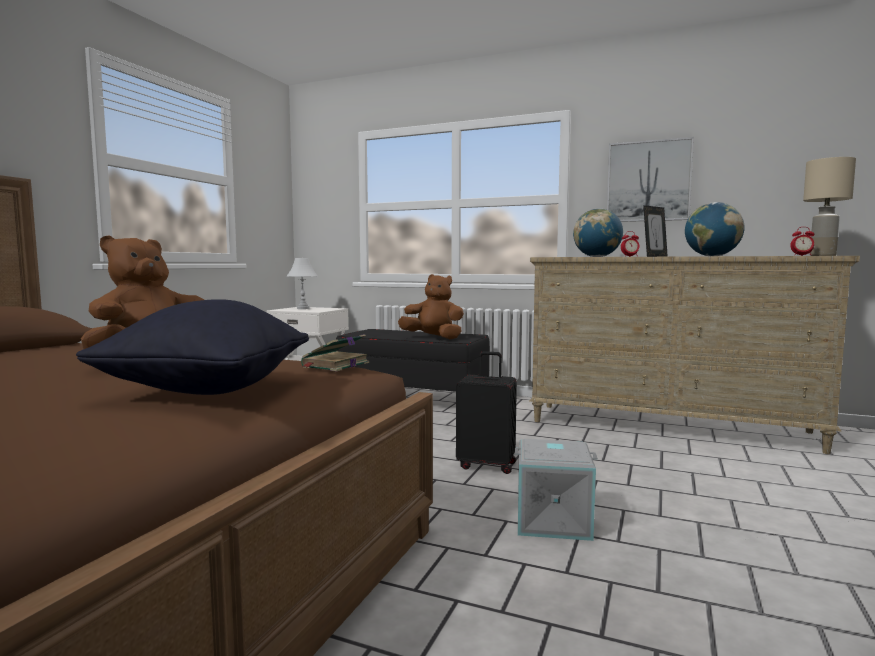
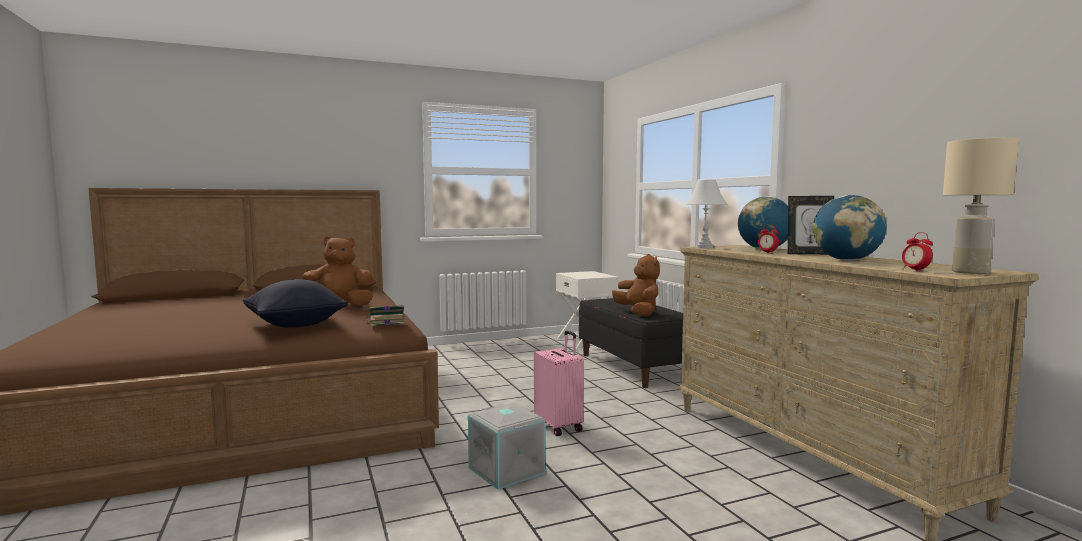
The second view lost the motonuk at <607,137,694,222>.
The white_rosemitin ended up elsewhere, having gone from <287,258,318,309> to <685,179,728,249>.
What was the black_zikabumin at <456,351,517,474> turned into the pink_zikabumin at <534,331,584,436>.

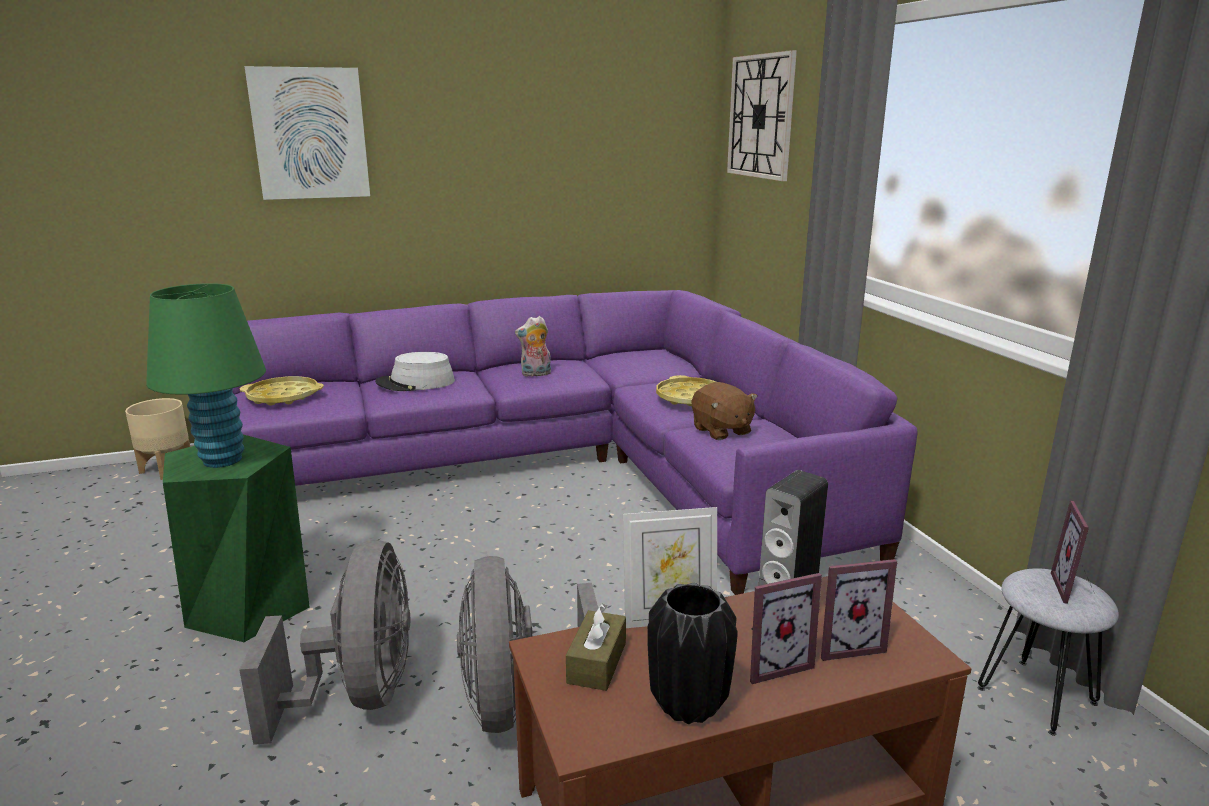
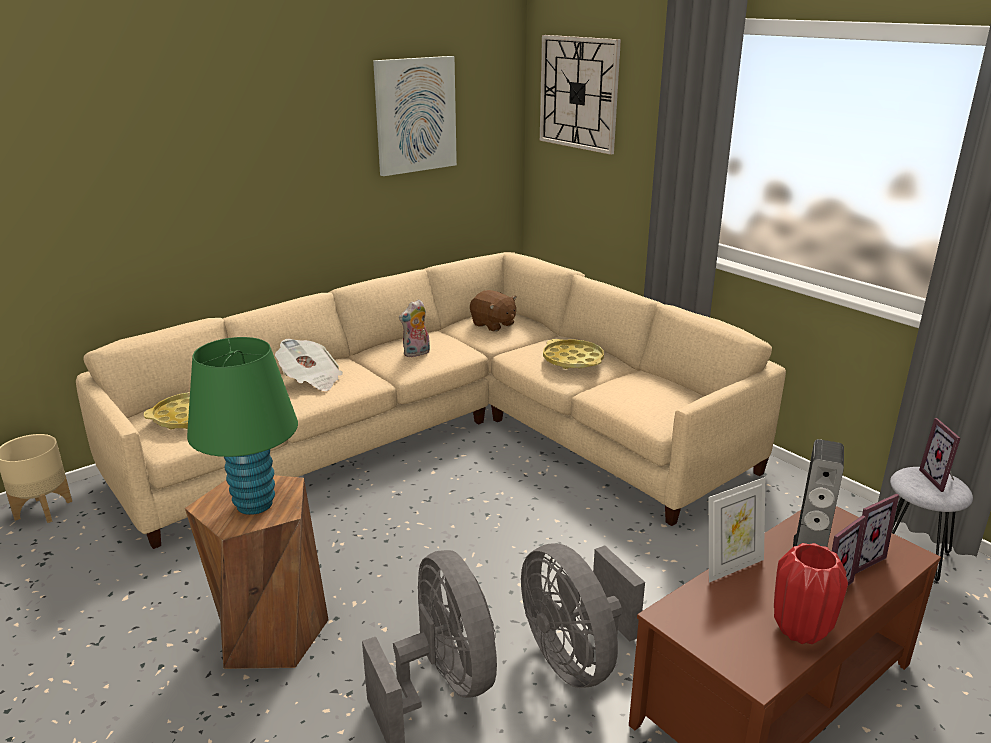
The motonuk ended up elsewhere, having gone from <245,66,370,200> to <373,56,457,176>.
What was the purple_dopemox at <233,290,918,595> turned into the beige_dopemox at <76,252,786,549>.
Where the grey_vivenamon stood at <375,352,455,391>, the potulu came to stand at <275,339,343,391>.
The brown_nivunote ended up elsewhere, having gone from <692,382,758,440> to <470,290,517,332>.
What was the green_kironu at <163,434,310,642> turned into the brown_kironu at <185,475,329,669>.
What was the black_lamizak at <647,583,738,724> turned into the red_lamizak at <774,543,848,644>.
The second view lost the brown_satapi at <566,604,626,691>.

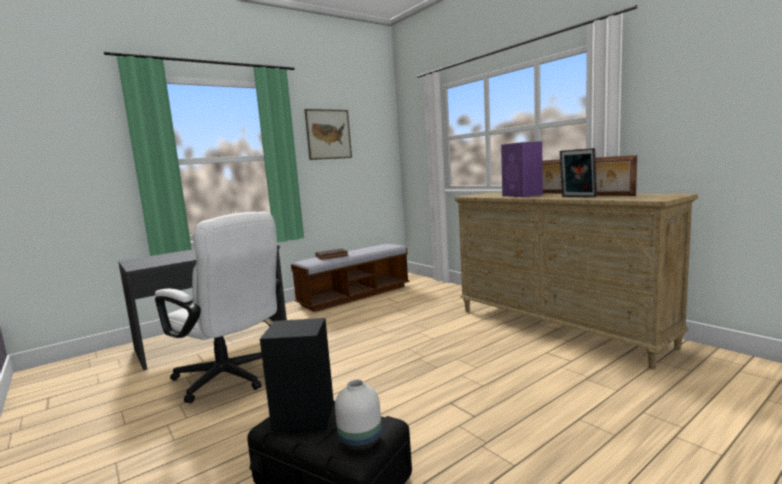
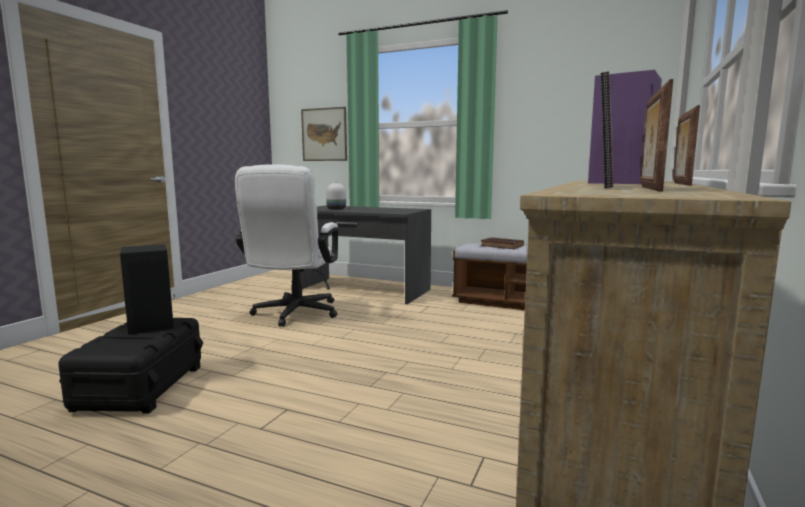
The motonuk ended up elsewhere, having gone from <304,109,352,160> to <301,107,347,161>.
The white_lamizak ended up elsewhere, having gone from <335,379,382,451> to <326,181,346,210>.

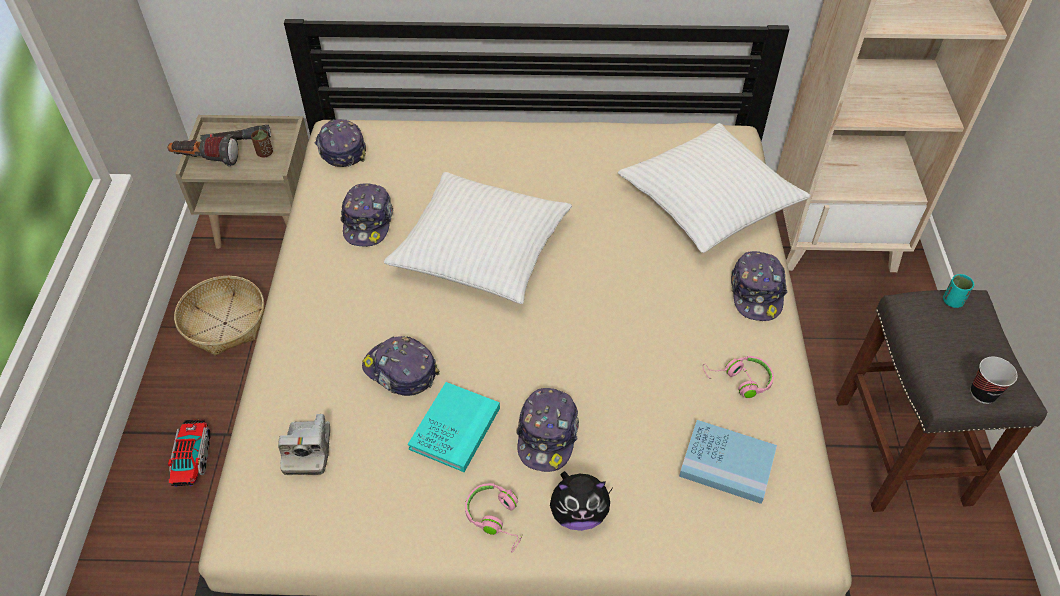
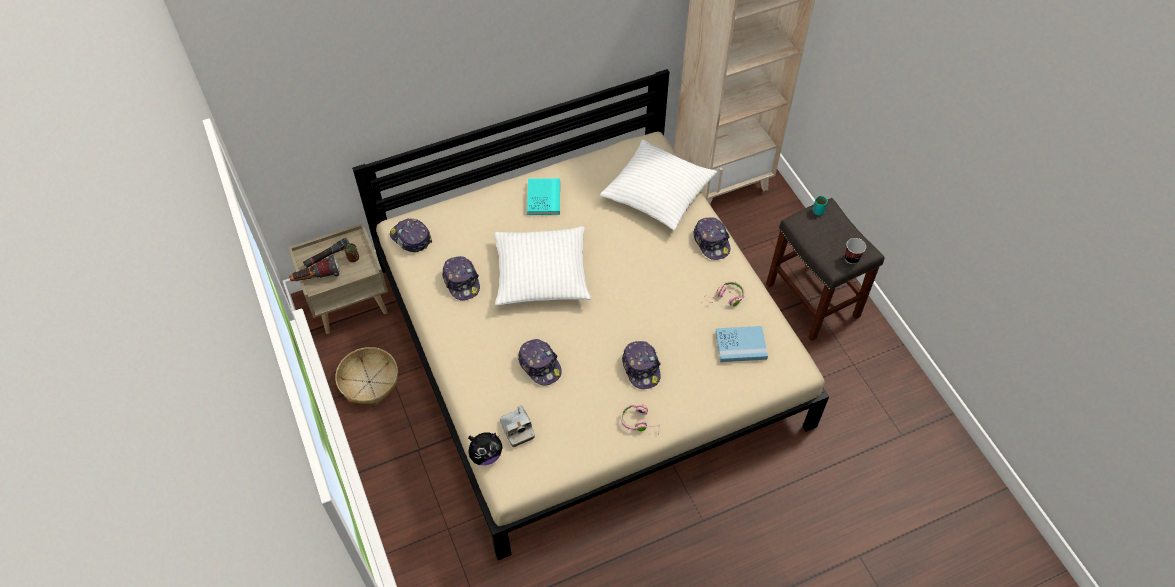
The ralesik at <362,336,440,396> ended up facing another way, 135 degrees counterclockwise from before.
The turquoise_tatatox ended up elsewhere, having gone from <408,382,500,472> to <527,178,560,215>.
The second view lost the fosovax at <168,419,211,486>.
The nivunote ended up elsewhere, having gone from <550,471,612,531> to <468,432,503,465>.

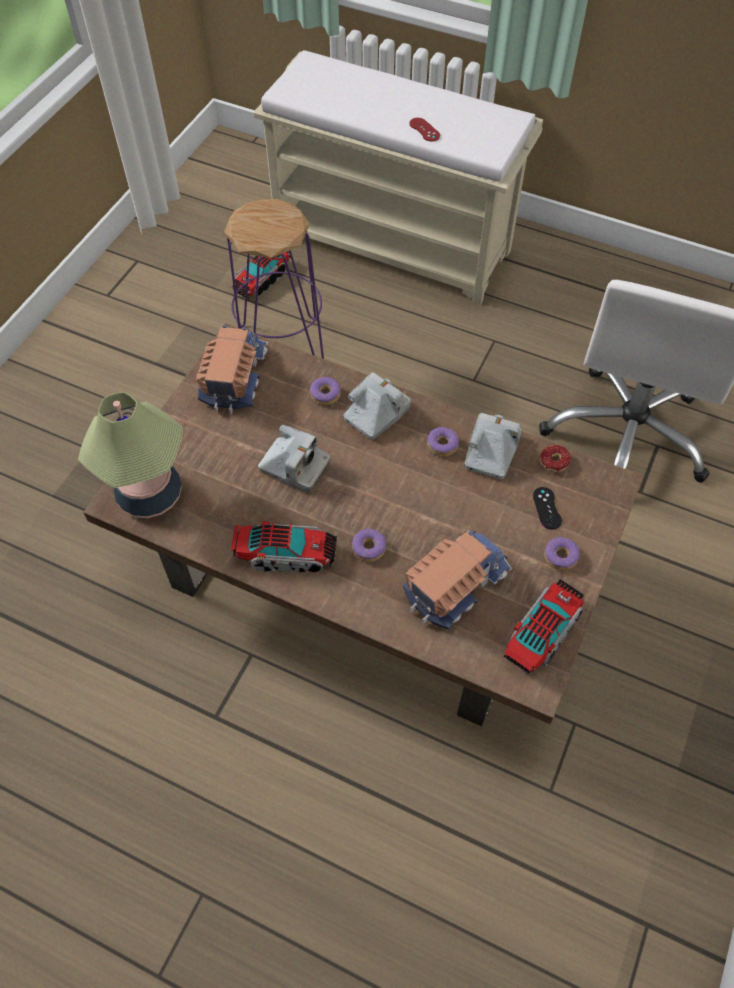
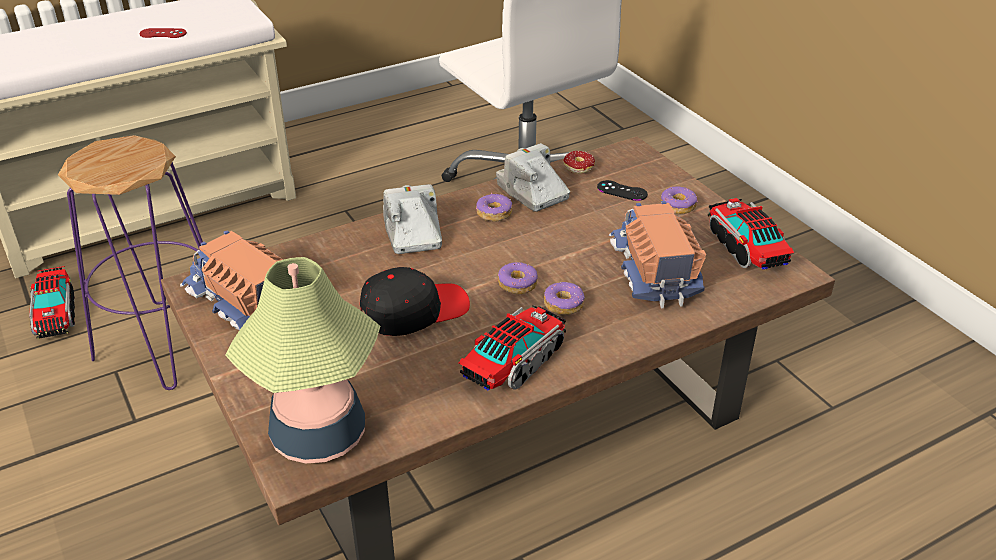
The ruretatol ended up elsewhere, having gone from <310,377,341,405> to <498,262,538,294>.
Where the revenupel stood at <258,424,331,493>, the black_ralesik came to stand at <360,267,470,336>.

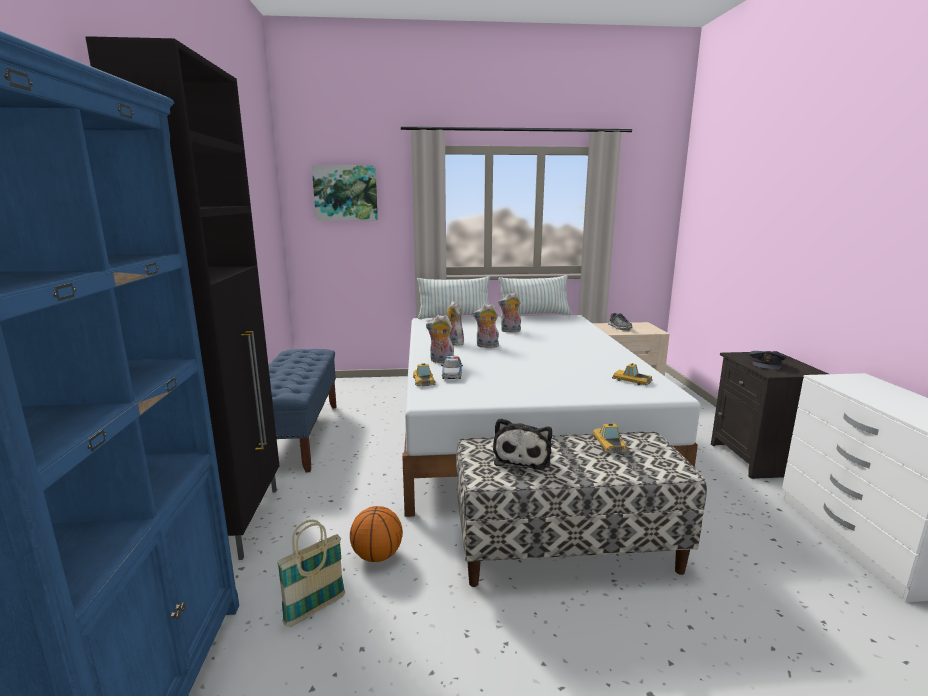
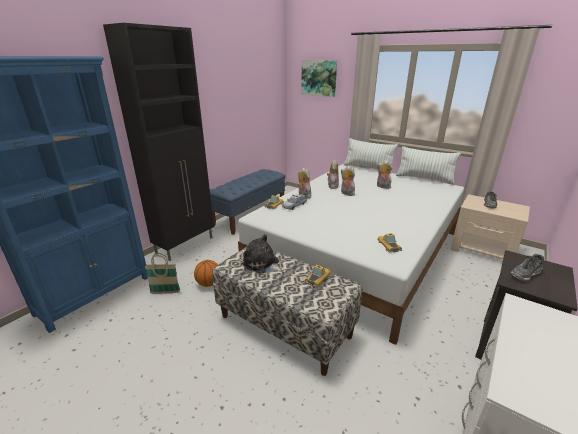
Where the grey_ralesik stood at <749,351,786,370>, the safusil came to stand at <511,254,544,281>.
The nivunote at <493,418,552,470> ended up facing another way, 75 degrees clockwise from before.

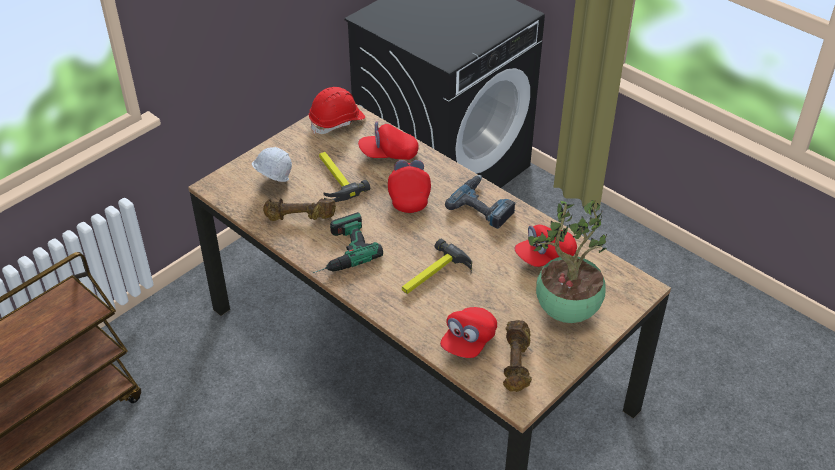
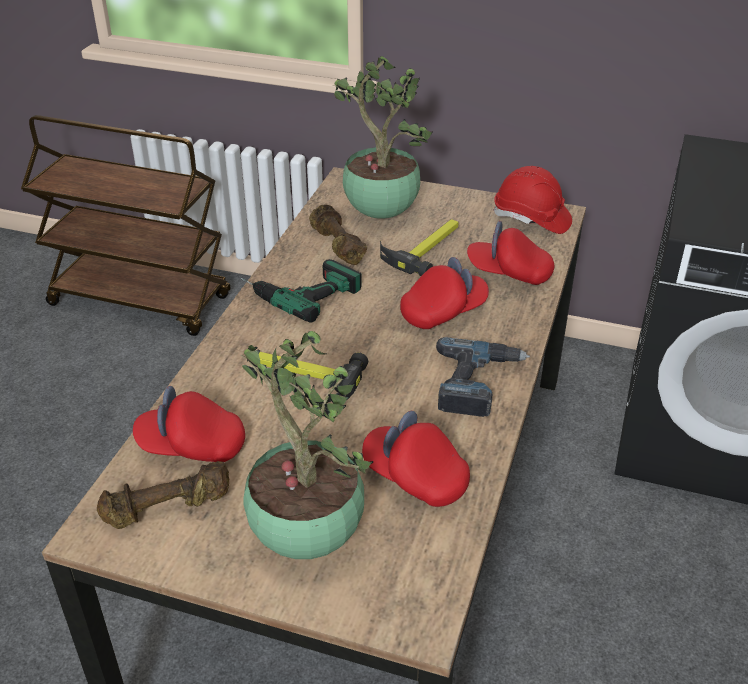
The red_ralesik at <358,121,419,160> ended up facing another way, 45 degrees counterclockwise from before.
Where the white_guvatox stood at <252,147,292,182>, the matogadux came to stand at <333,56,433,219>.

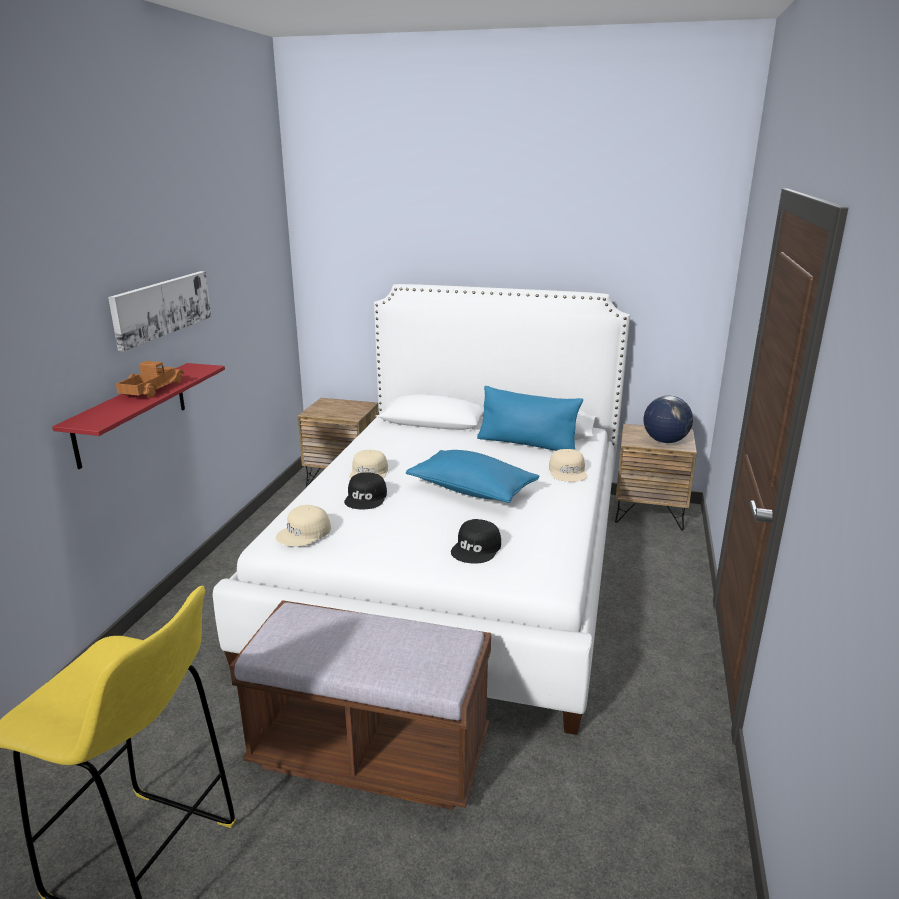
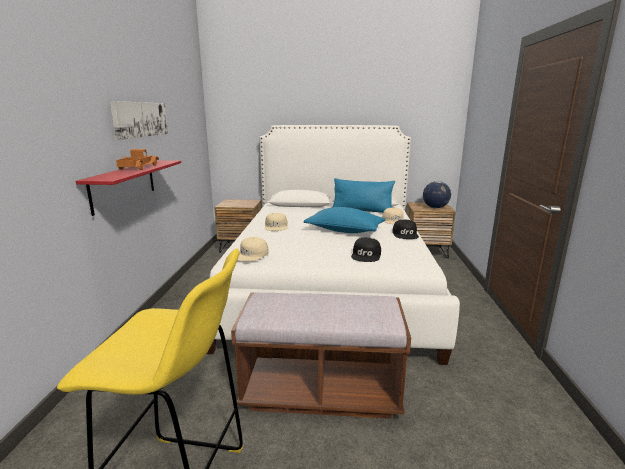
The black_ralesik ended up elsewhere, having gone from <344,472,387,509> to <392,220,419,239>.

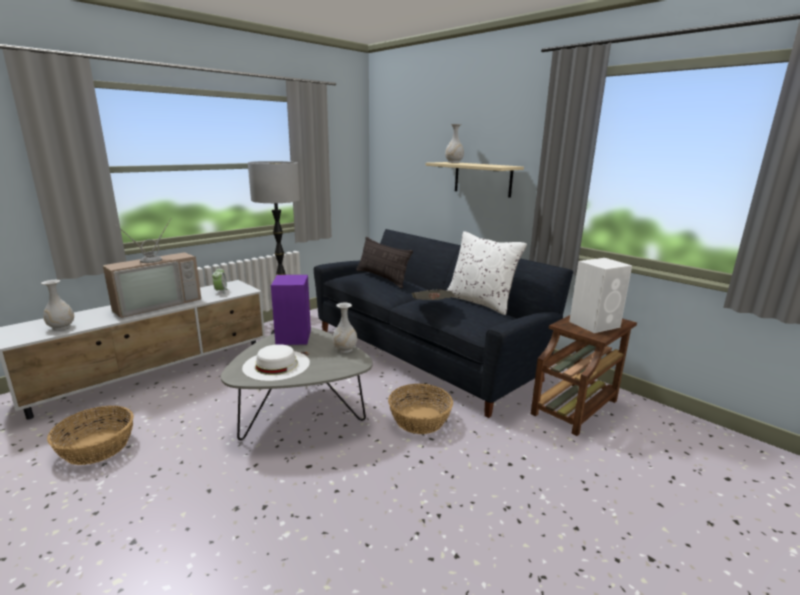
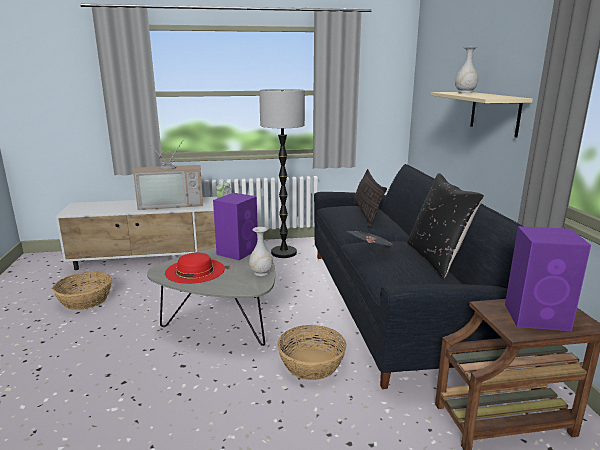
What was the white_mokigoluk at <447,231,527,315> turned into the black_mokigoluk at <407,173,484,278>.
What was the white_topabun at <569,258,632,333> turned into the purple_topabun at <505,226,591,331>.
The second view lost the white_lamizak at <41,280,74,331>.
What was the white_vivenamon at <242,344,310,381> turned into the red_vivenamon at <165,253,225,284>.

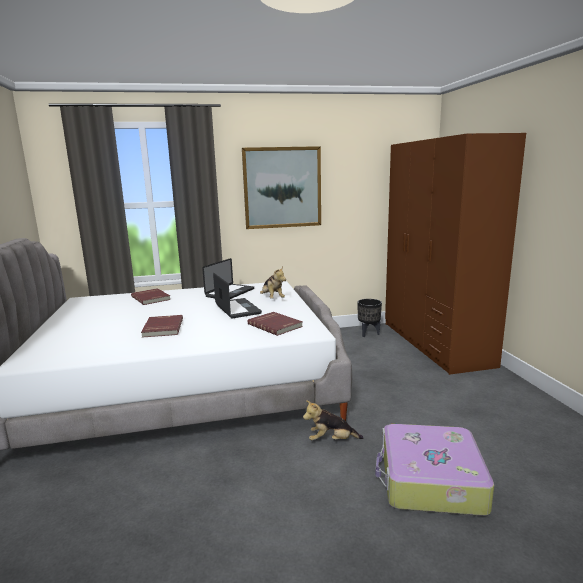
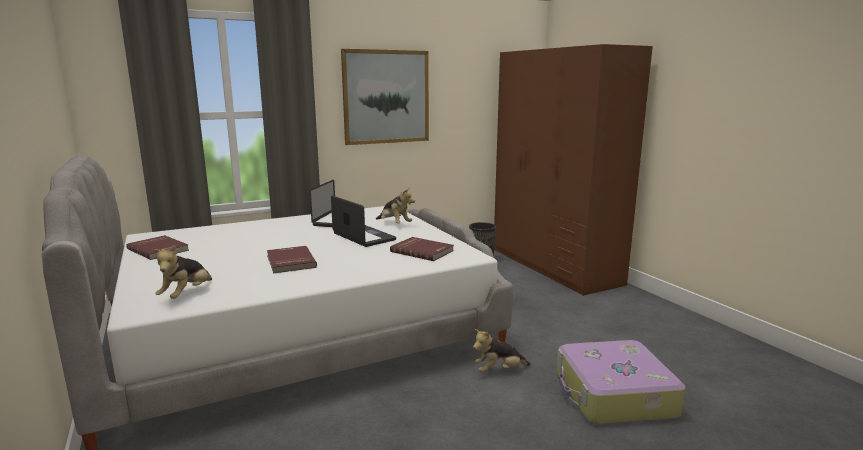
The red_tatatox ended up elsewhere, having gone from <131,288,171,305> to <126,235,189,260>.
The second view gained the nivunote at <153,245,212,299>.

